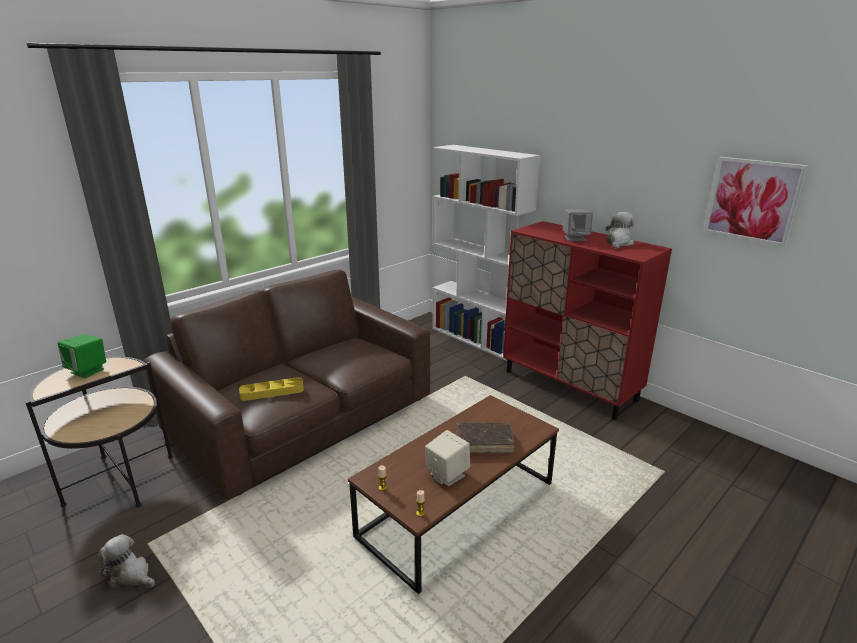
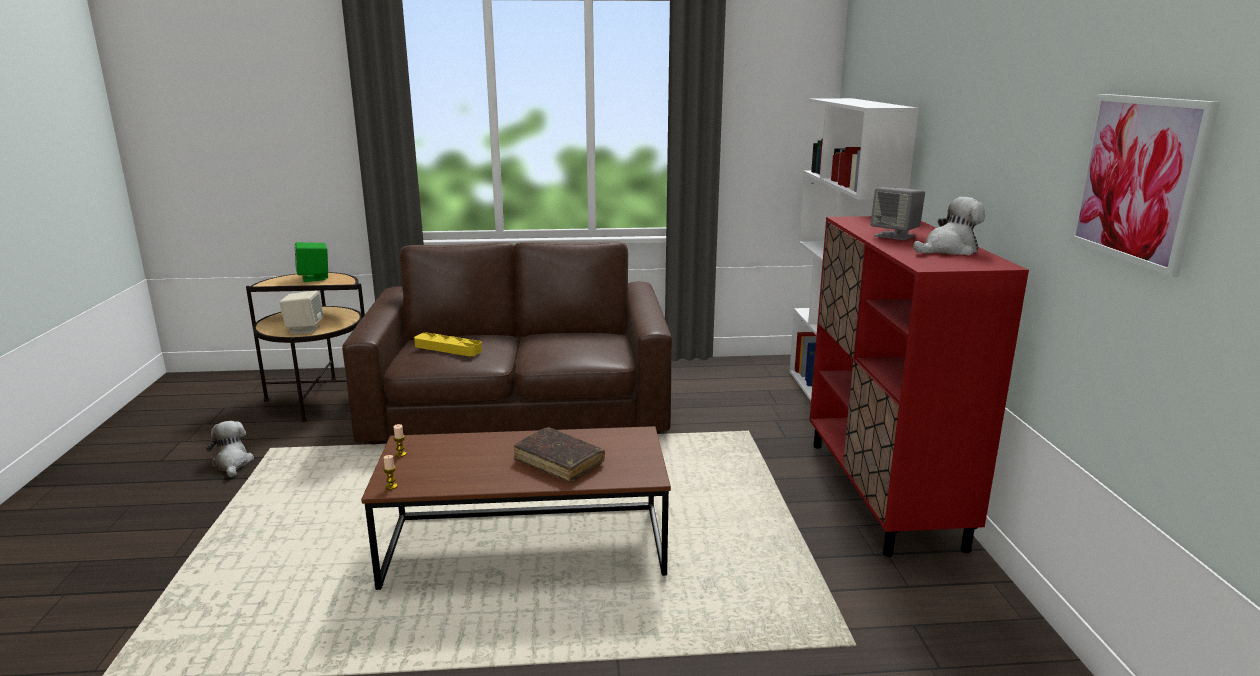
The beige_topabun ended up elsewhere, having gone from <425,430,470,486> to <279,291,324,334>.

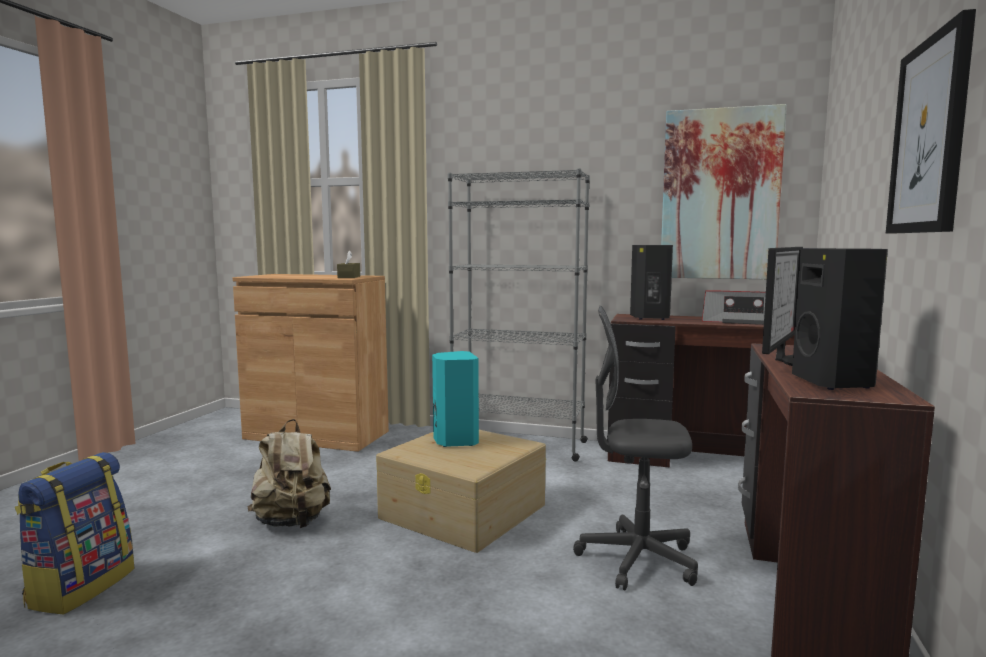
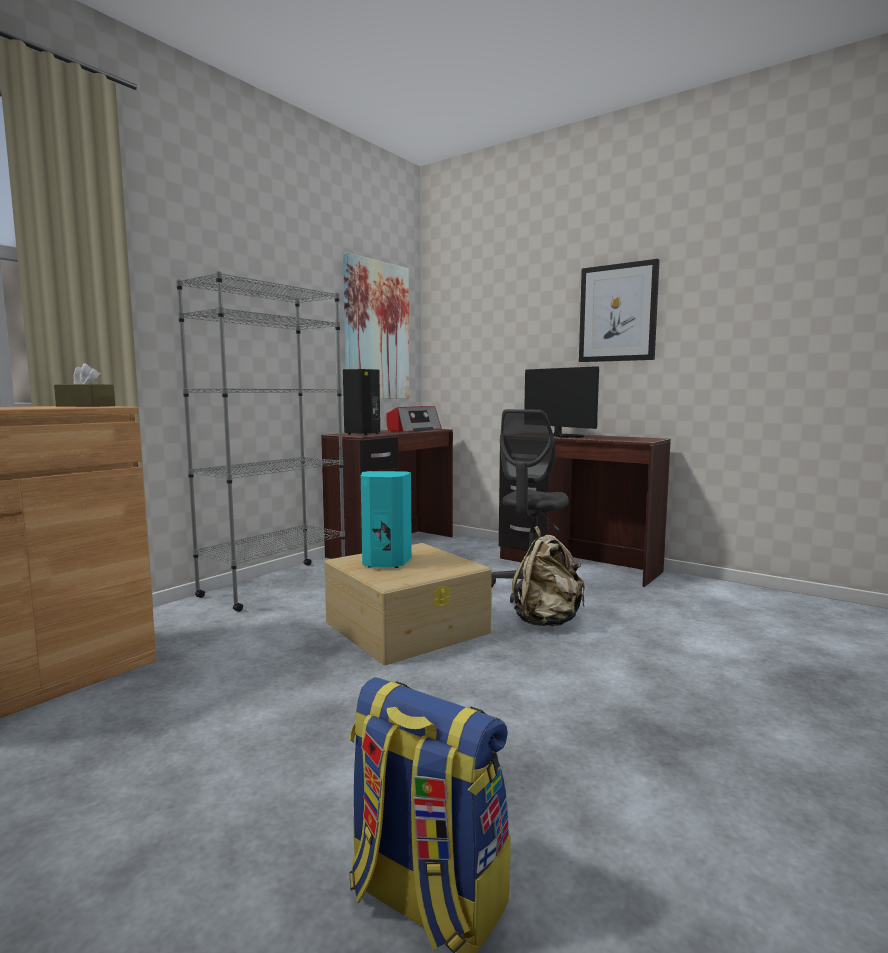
The second view lost the black_topabun at <792,248,888,390>.
The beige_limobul ended up elsewhere, having gone from <247,419,331,528> to <512,526,585,627>.

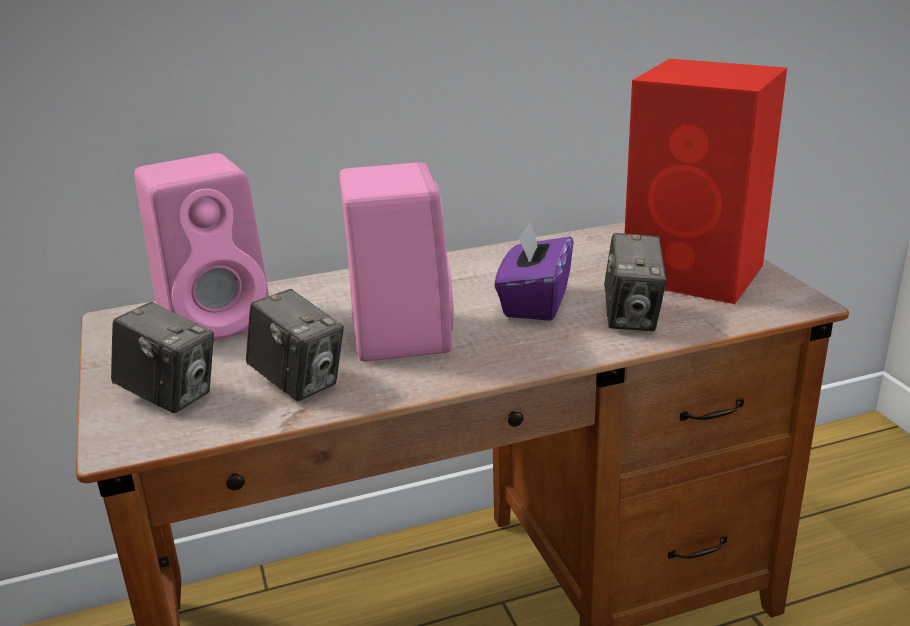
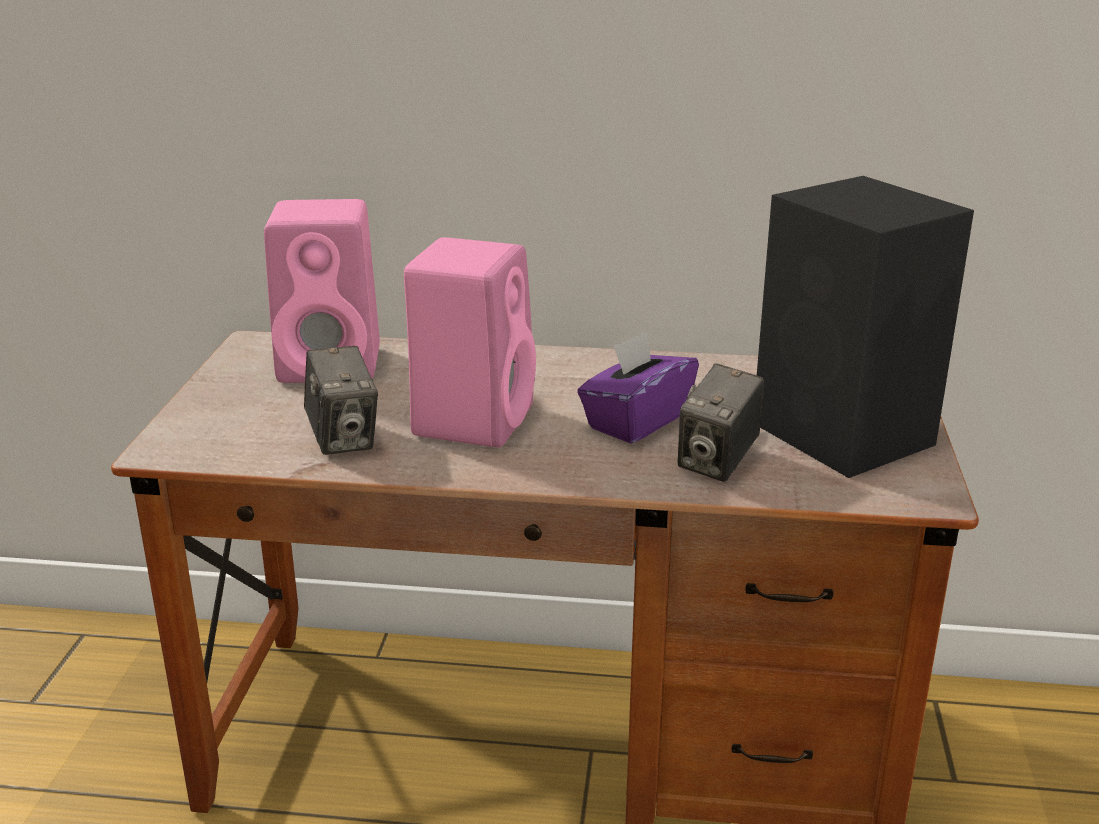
What was the red_topabun at <625,59,787,304> turned into the black_topabun at <757,176,974,478>.
The second view lost the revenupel at <111,302,214,413>.

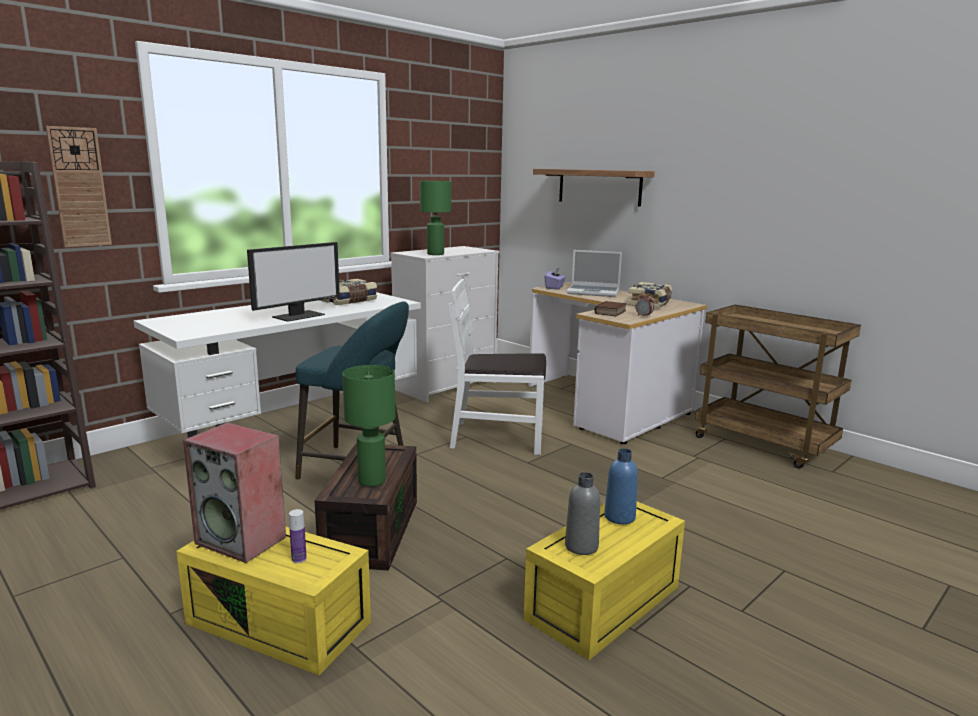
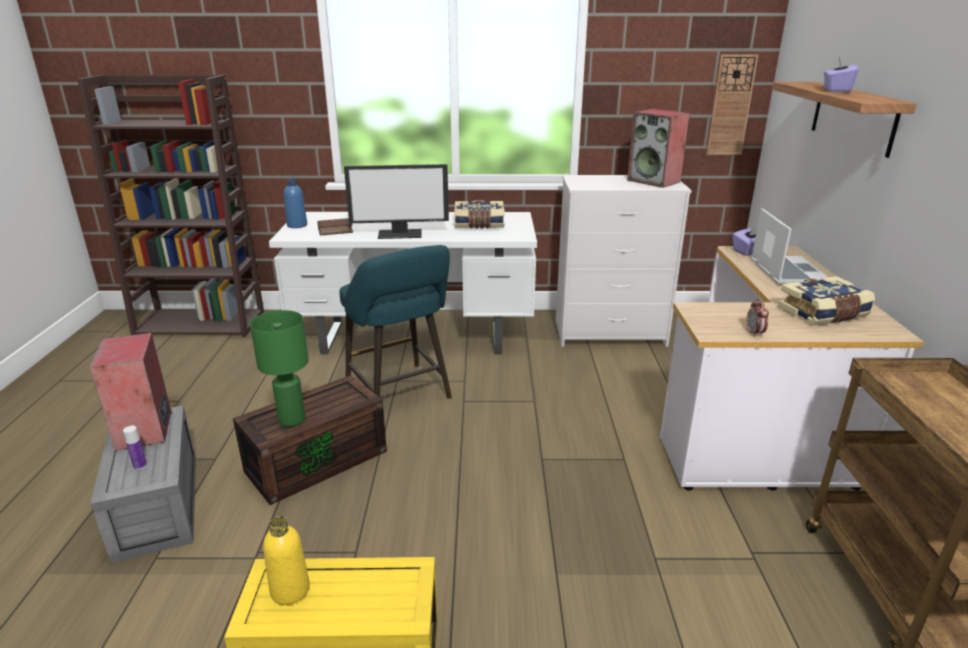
The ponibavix ended up elsewhere, having gone from <46,126,112,248> to <706,55,759,155>.
The second view lost the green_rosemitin at <420,181,451,255>.
The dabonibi at <566,250,622,297> ended up facing another way, 150 degrees counterclockwise from before.
The second view lost the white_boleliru at <448,279,546,455>.
The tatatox ended up elsewhere, having gone from <595,301,627,316> to <317,218,353,236>.
The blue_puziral ended up elsewhere, having gone from <604,448,638,524> to <284,178,307,228>.
What was the grey_puziral at <565,472,600,555> turned into the yellow_puziral at <263,516,310,605>.
What was the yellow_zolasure at <176,526,371,675> turned into the grey_zolasure at <91,405,196,563>.
The second view gained the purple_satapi at <824,57,859,92>.
The second view gained the topabun at <627,109,690,188>.

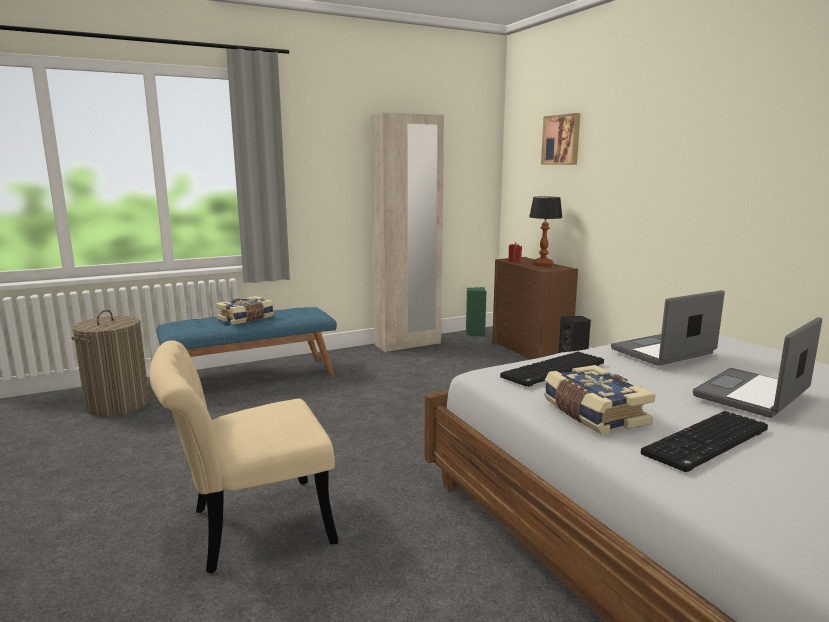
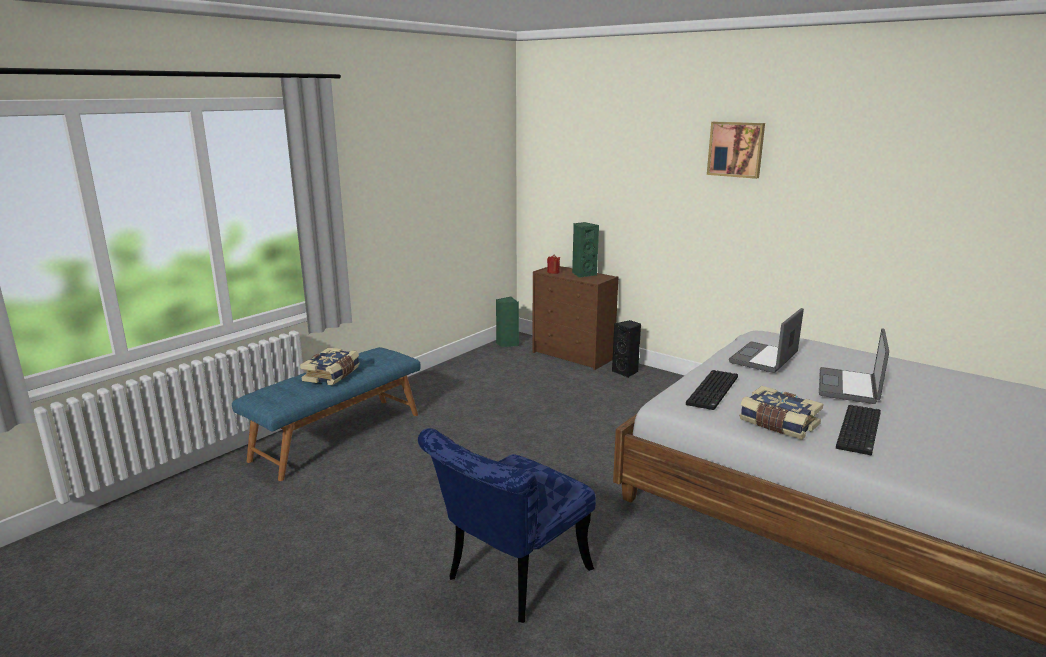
The second view lost the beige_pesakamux at <371,112,444,352>.
The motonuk ended up elsewhere, having gone from <541,113,580,165> to <707,122,765,179>.
Where the rosemitin stood at <529,197,563,266>, the green_topabun came to stand at <572,222,599,278>.
The second view lost the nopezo at <71,310,149,416>.
What was the beige_boleliru at <149,340,338,574> turned into the blue_boleliru at <418,428,596,623>.

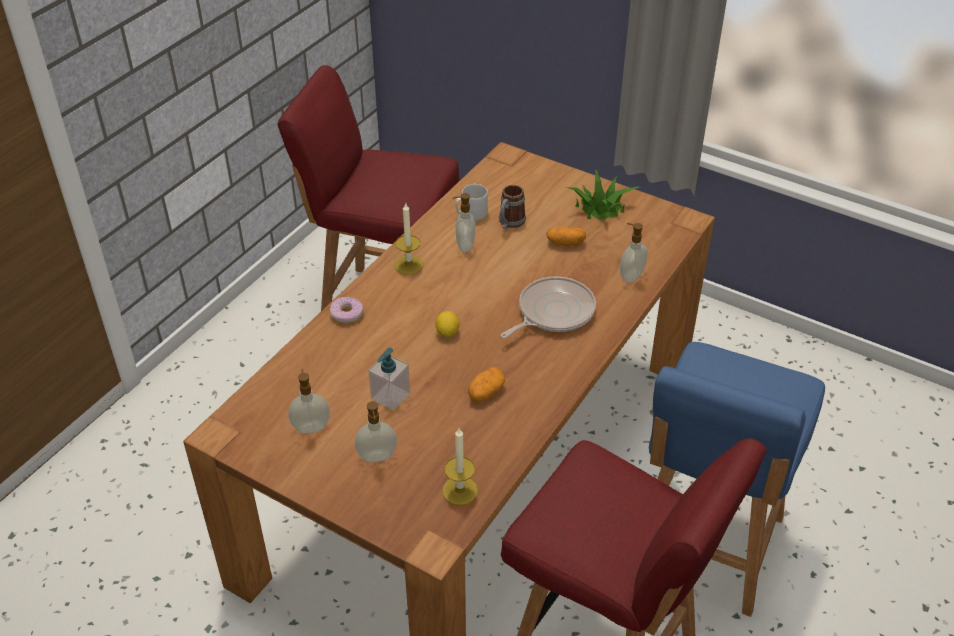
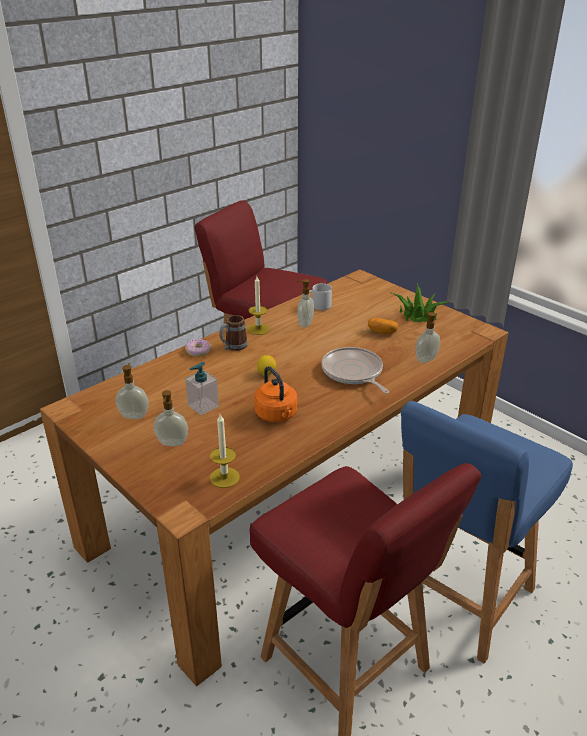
The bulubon ended up elsewhere, having gone from <499,185,526,229> to <219,315,248,351>.
The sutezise at <500,276,596,338> ended up facing another way, 90 degrees counterclockwise from before.
Where the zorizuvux stood at <468,367,505,402>, the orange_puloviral came to stand at <254,366,297,422>.

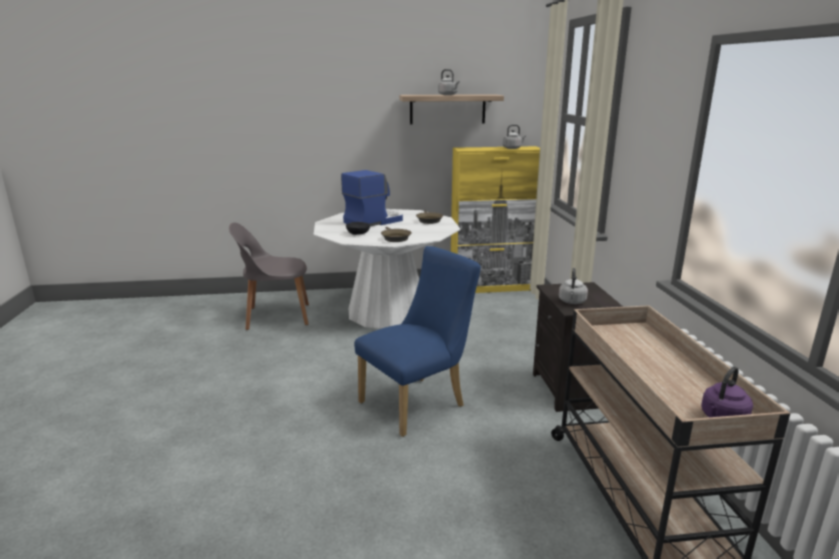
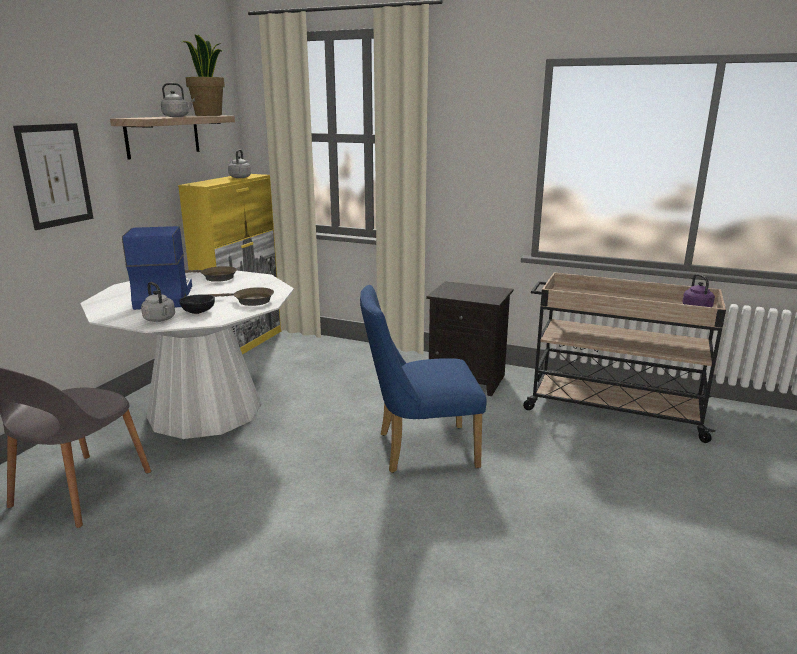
The blue_boleliru at <354,246,481,437> ended up facing another way, 90 degrees counterclockwise from before.
The grey_puloviral ended up elsewhere, having gone from <559,268,588,304> to <141,282,175,322>.
The second view gained the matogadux at <181,34,225,116>.
The second view gained the motonuk at <13,123,93,230>.

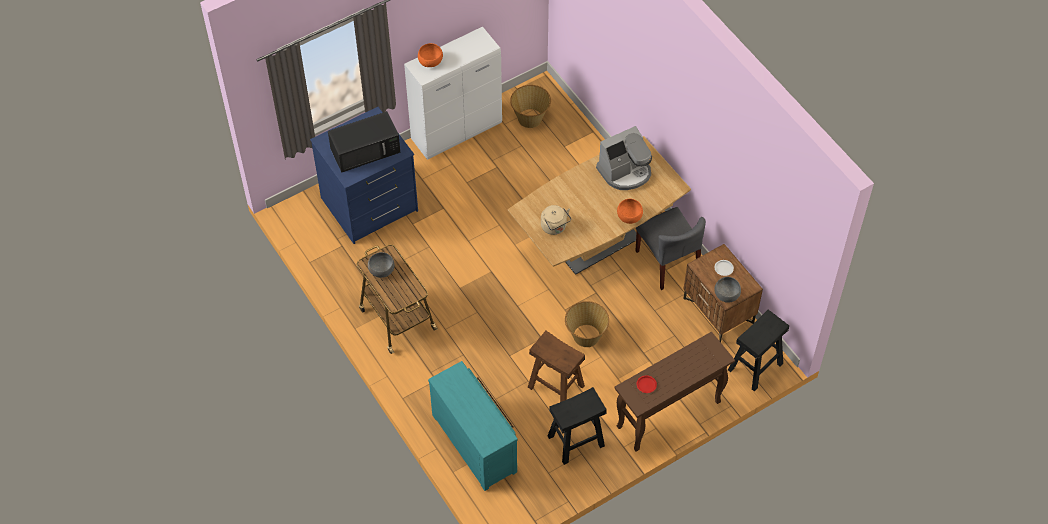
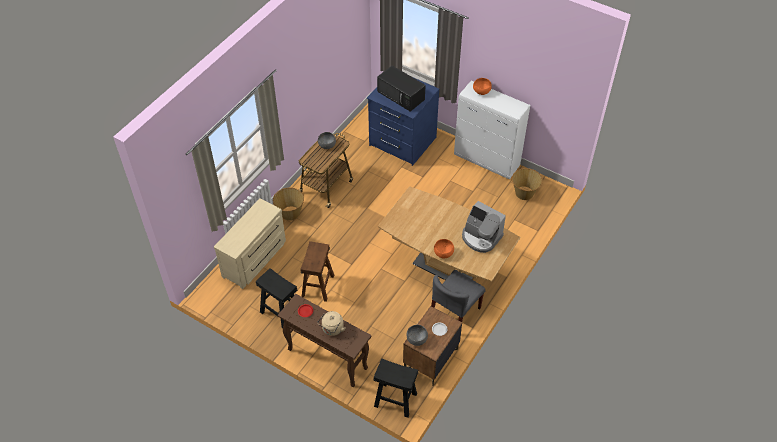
The beige_puloviral ended up elsewhere, having gone from <541,205,571,235> to <317,311,345,336>.
The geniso ended up elsewhere, having gone from <565,301,609,347> to <273,188,304,221>.
What was the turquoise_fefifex at <428,361,518,491> turned into the beige_fefifex at <214,198,286,289>.

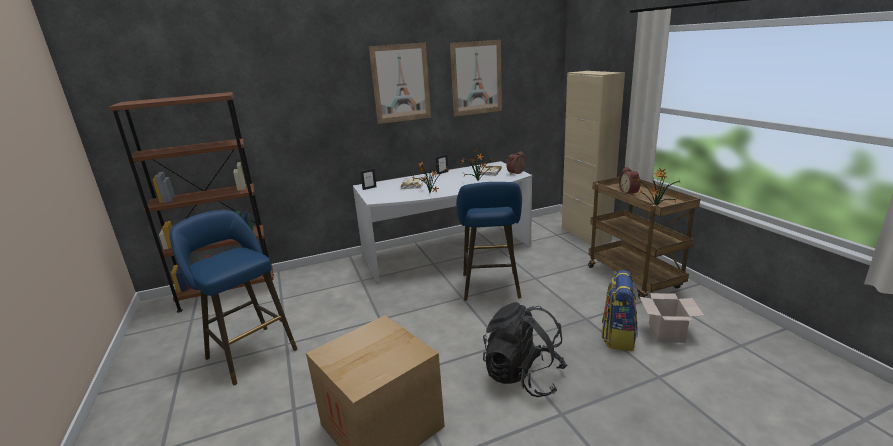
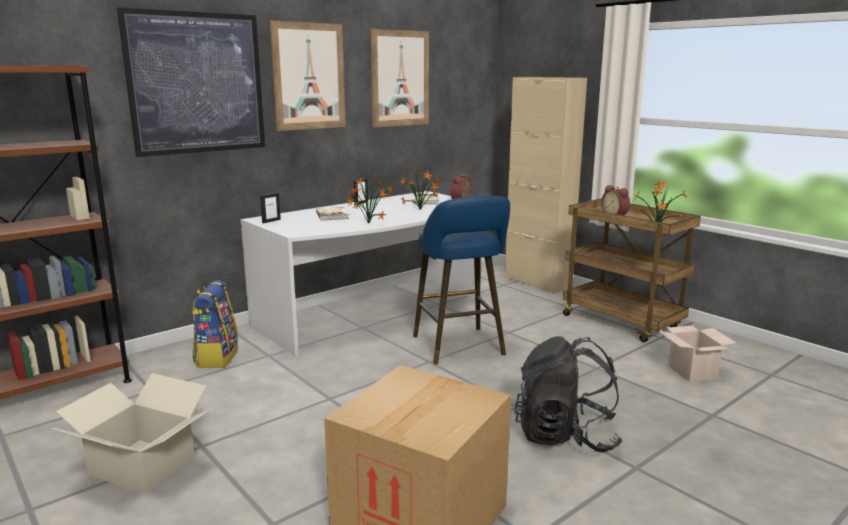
Where the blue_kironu stood at <169,210,297,385>, the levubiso came to stand at <52,373,212,494>.
The limobul ended up elsewhere, having gone from <602,270,638,351> to <192,280,238,368>.
The second view gained the motonuk at <117,7,265,157>.

